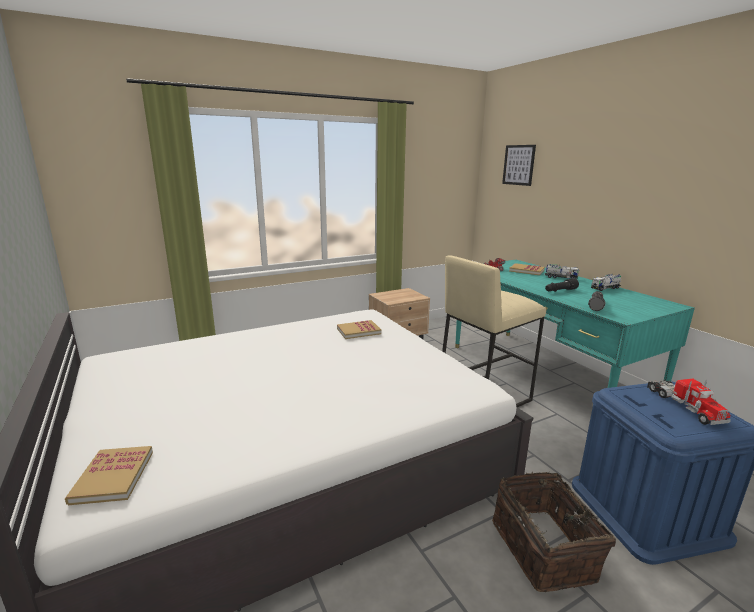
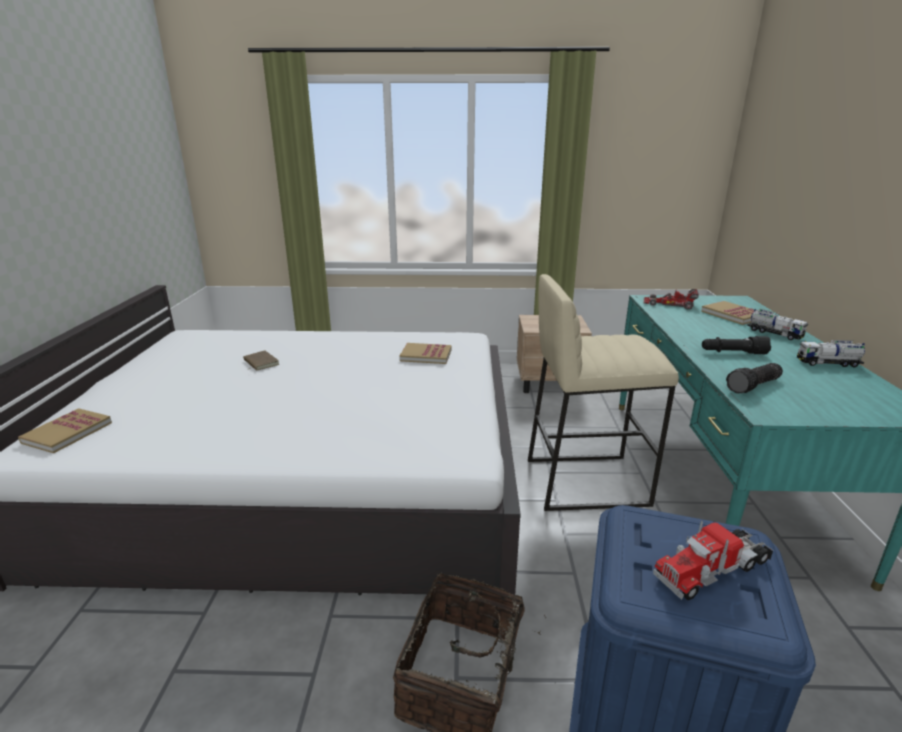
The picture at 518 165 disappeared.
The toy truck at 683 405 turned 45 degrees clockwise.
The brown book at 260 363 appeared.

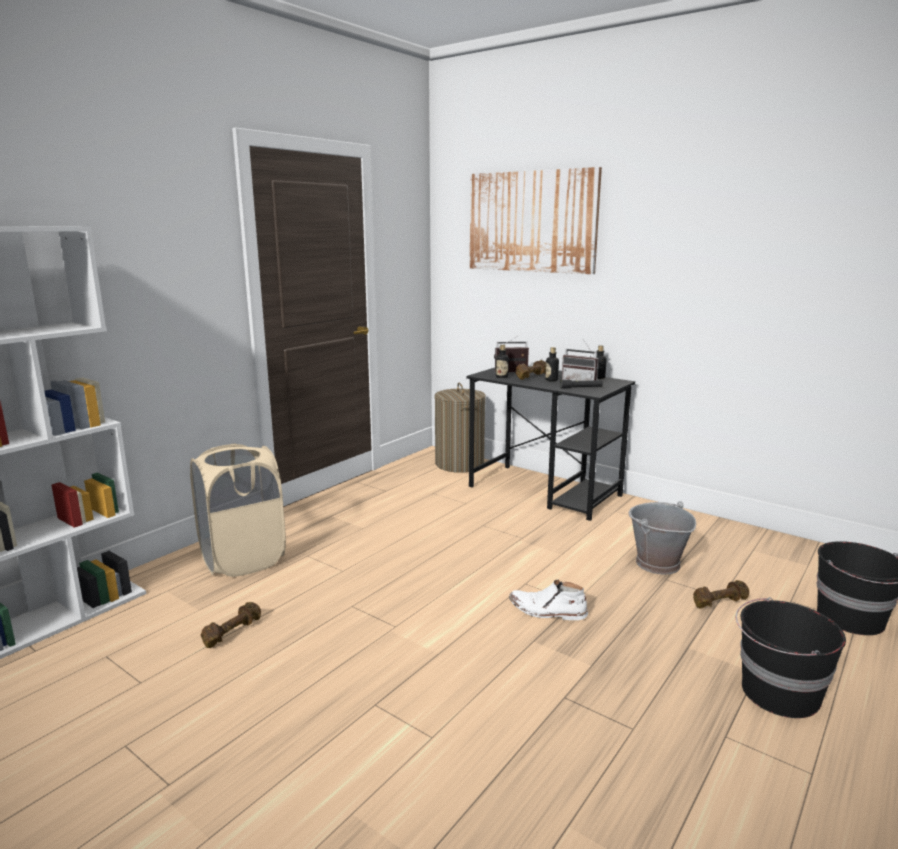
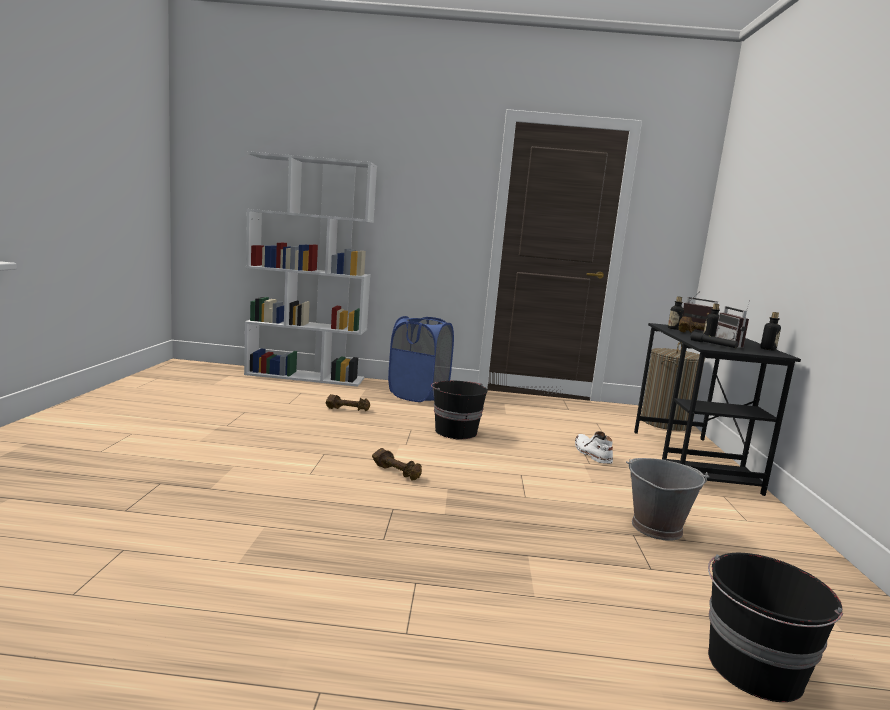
The beige laundry basket at 243 559 became the blue laundry basket at 418 395.
The picture at 531 222 disappeared.
The white boot moved from 547 611 to 591 453.
The brown dumbbell moved from 719 602 to 397 472.
The black bucket moved from 778 693 to 455 431.

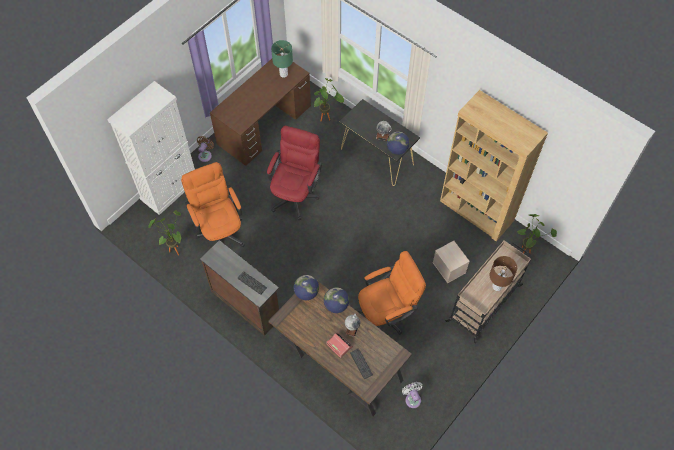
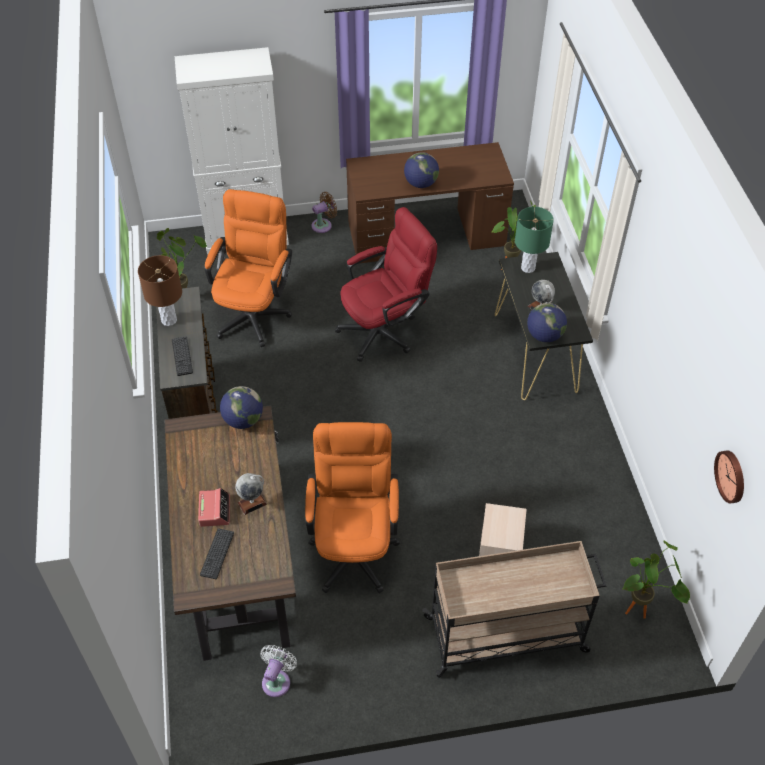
The green table lamp moved from 283 74 to 527 268.
The globe moved from 336 305 to 421 184.
The orange office chair at 386 313 turned 105 degrees counterclockwise.
The brown bookcase at 476 211 disappeared.
The brown table lamp moved from 497 286 to 169 320.
The wall clock at 731 476 appeared.

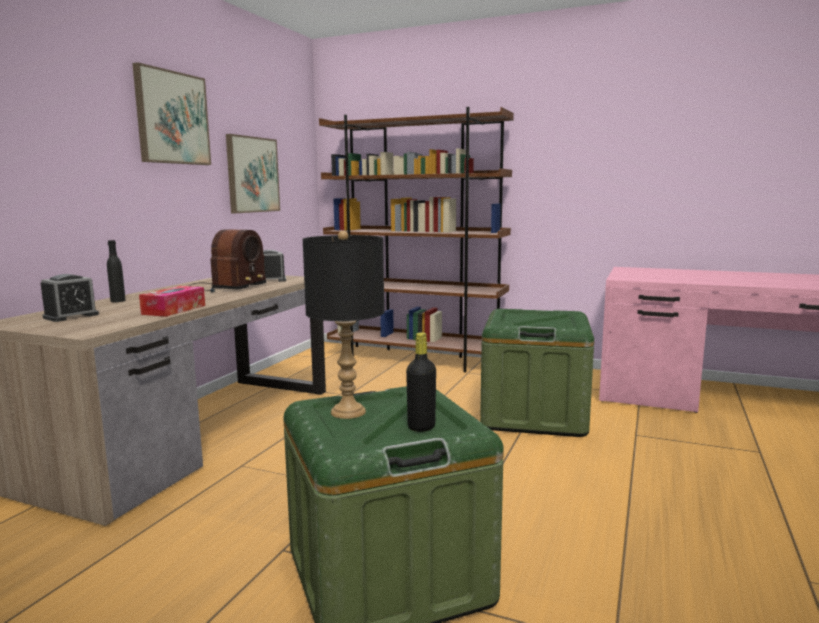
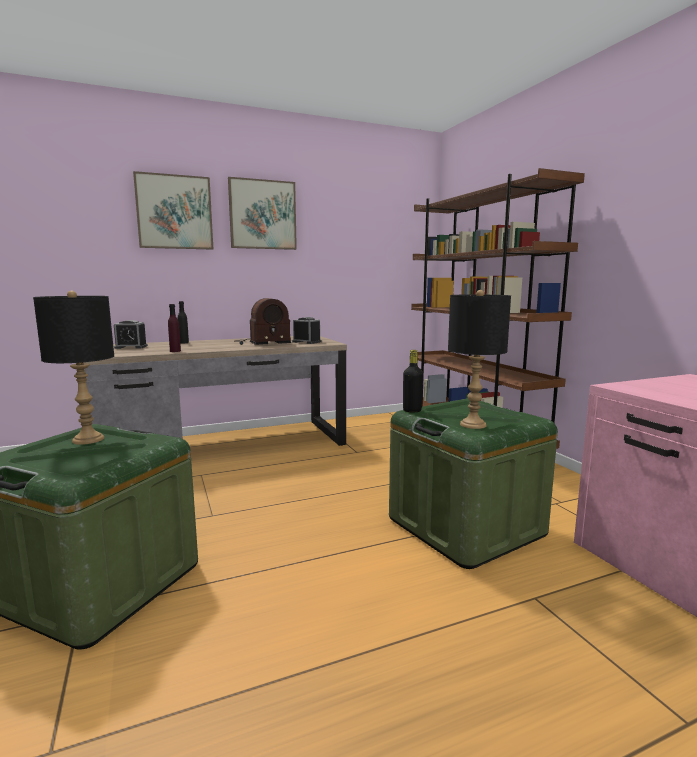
The tissue box at 174 310 was replaced by the purple bottle at 175 351.
The picture moved from 252 175 to 174 212.
The black bottle moved from 421 427 to 412 410.
The black table lamp at 472 424 appeared.

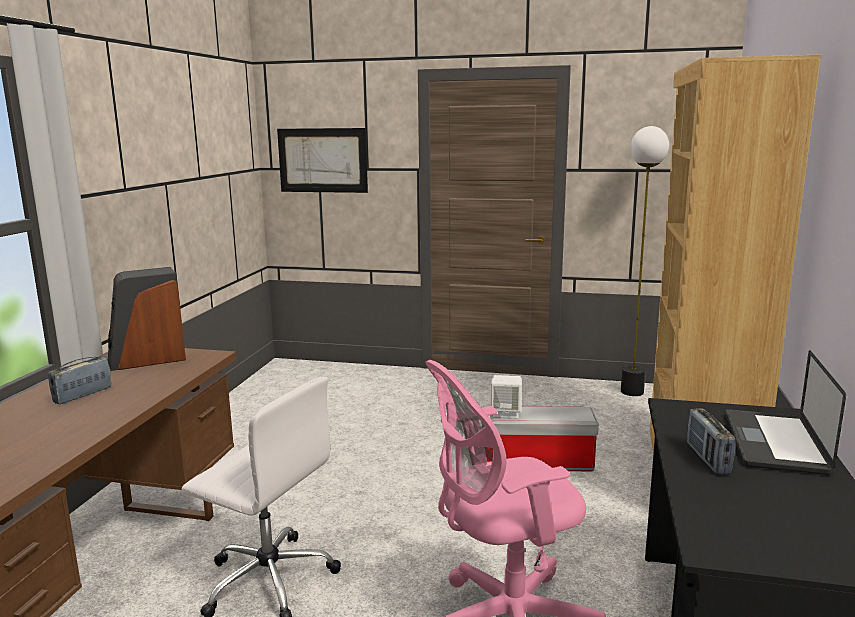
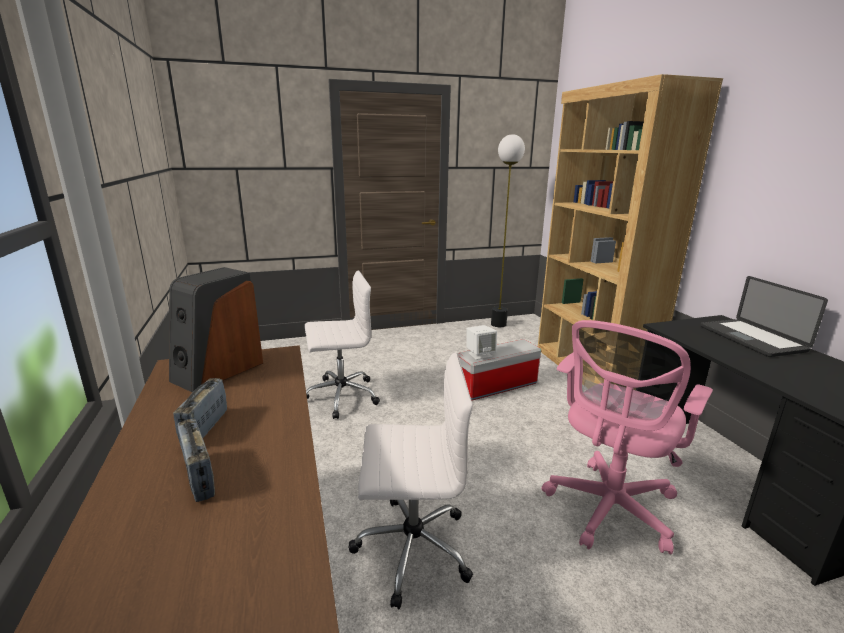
The picture at 322 160 disappeared.
The radio moved from 707 459 to 199 477.
The white office chair at 340 396 appeared.

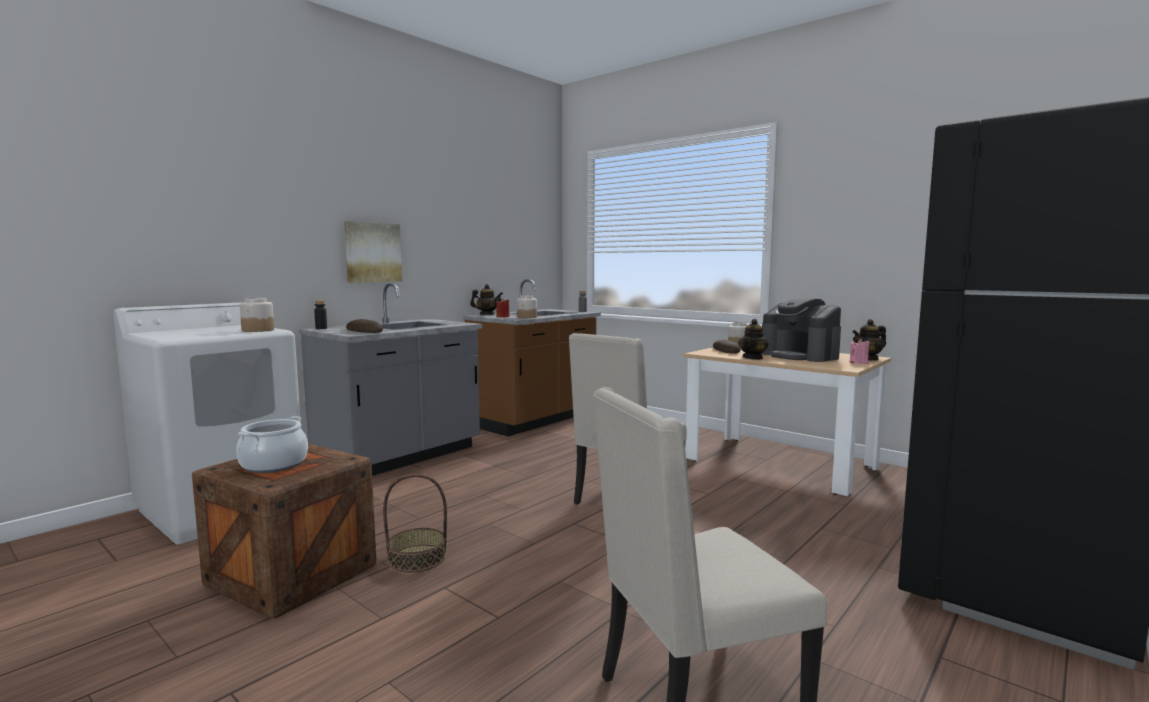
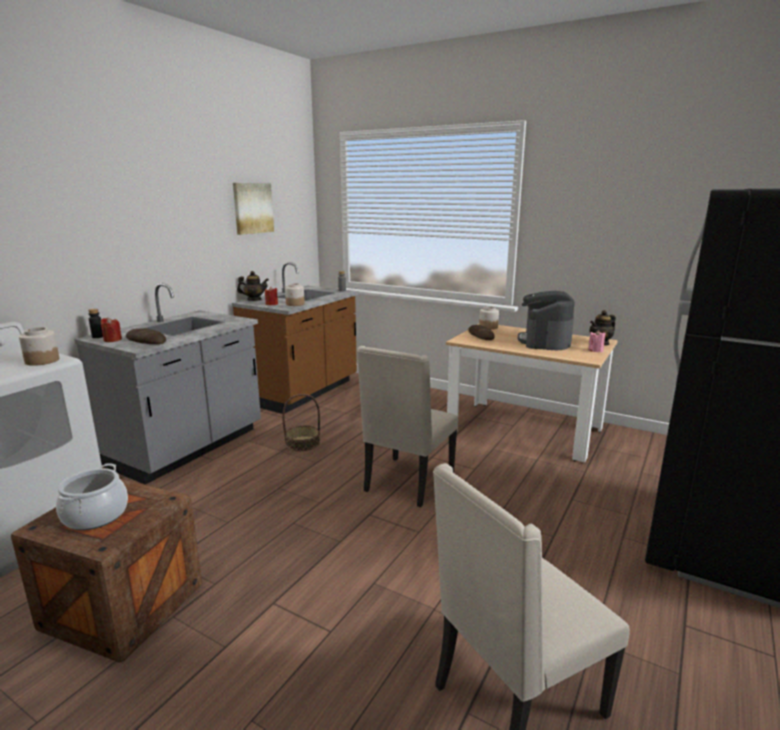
The picture moved from 372 252 to 252 208.
The basket moved from 417 558 to 302 443.
The teapot at 753 358 disappeared.
The coffee machine at 800 356 turned 60 degrees clockwise.
The red candle at 112 340 appeared.

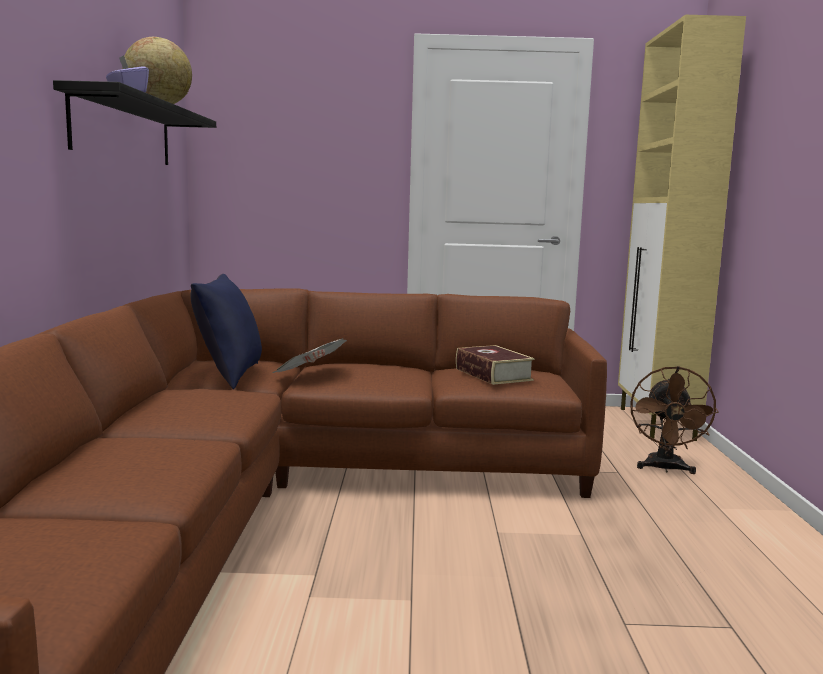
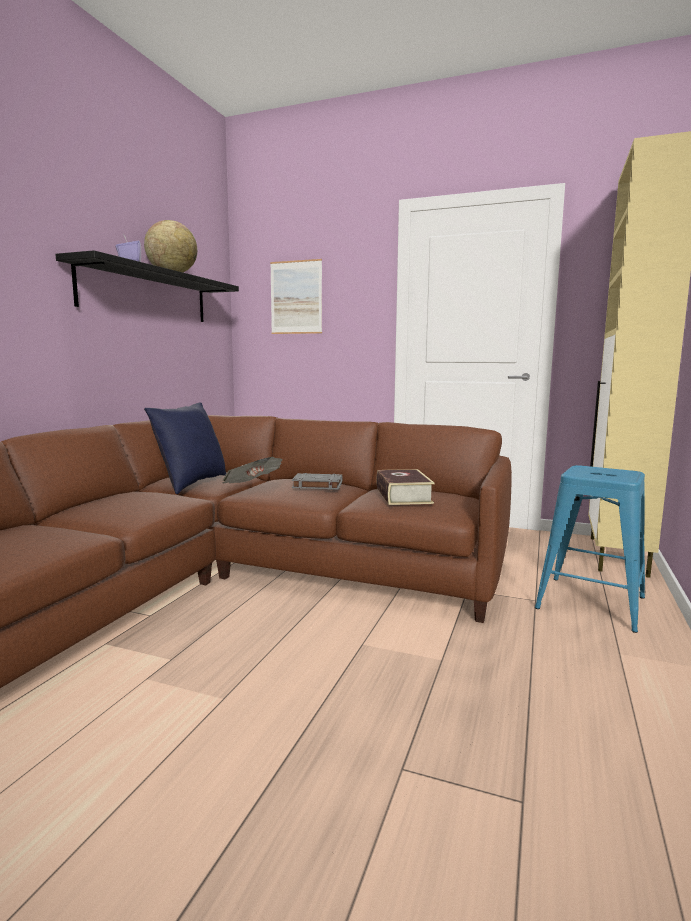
The brown fan at 665 469 was replaced by the blue stool at 590 603.
The picture at 296 297 appeared.
The grey book at 317 485 appeared.

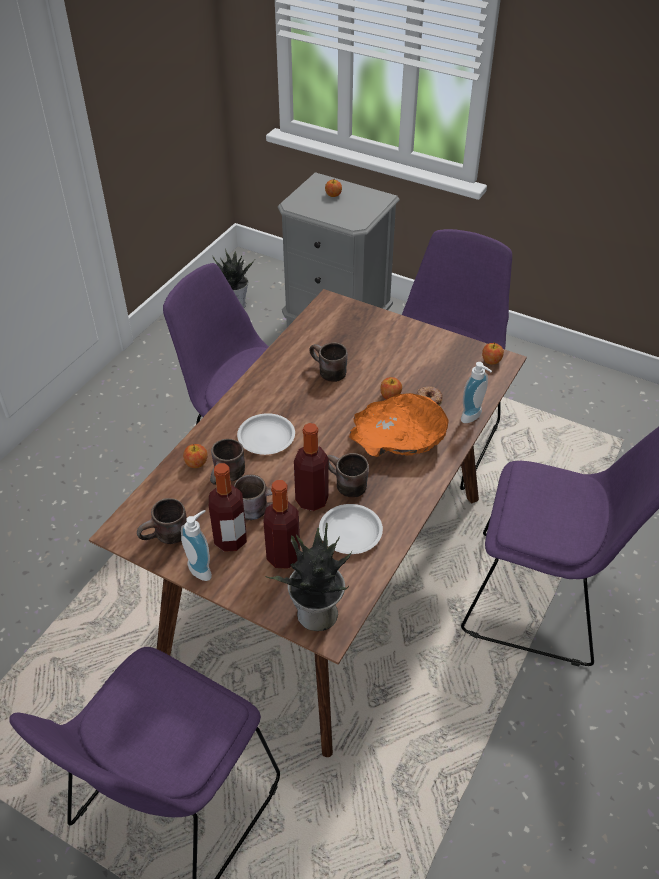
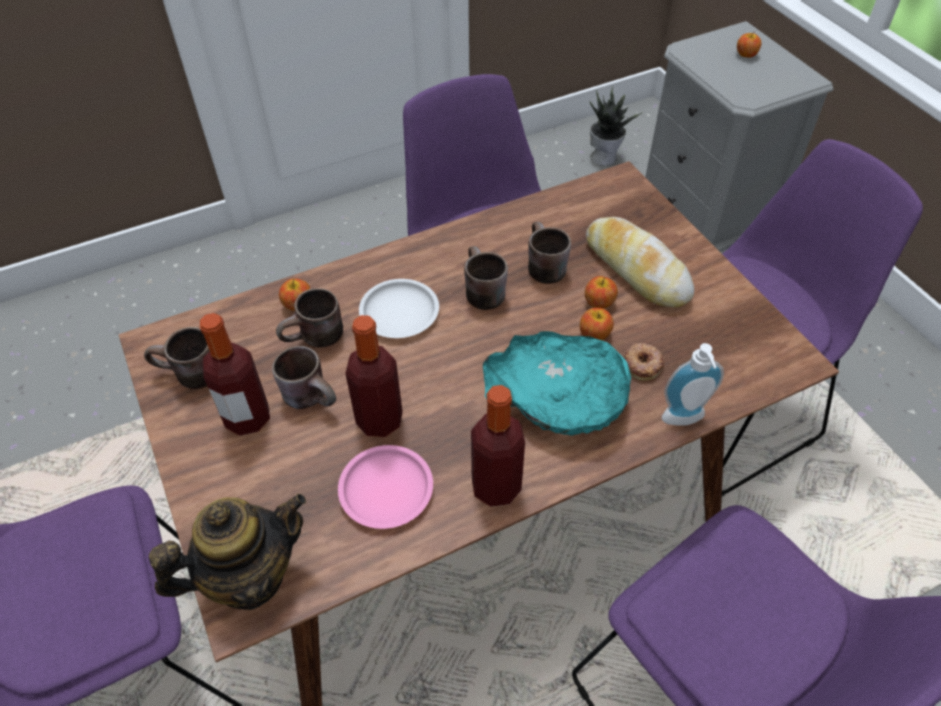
The soap dispenser at 202 568 disappeared.
The bottle moved from 283 556 to 496 486.
The potted plant at 316 615 was replaced by the teapot at 249 576.
The white plate at 350 532 became the pink plate at 385 489.
The brown mug moved from 344 485 to 479 291.
The orange bowl at 398 438 became the turquoise bowl at 556 396.
The apple moved from 491 361 to 599 303.
The bread at 636 269 appeared.

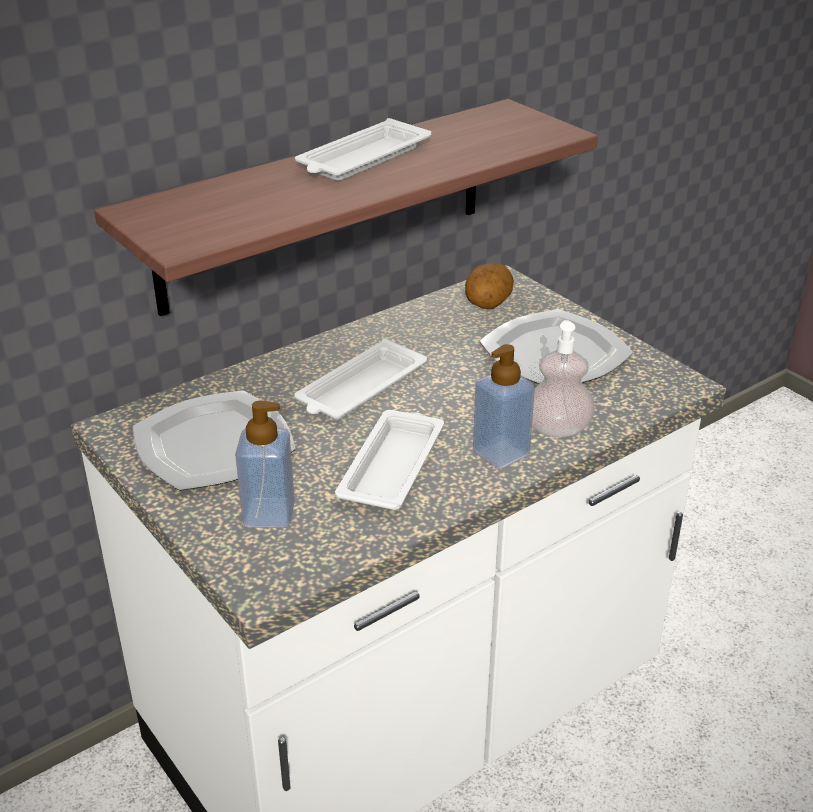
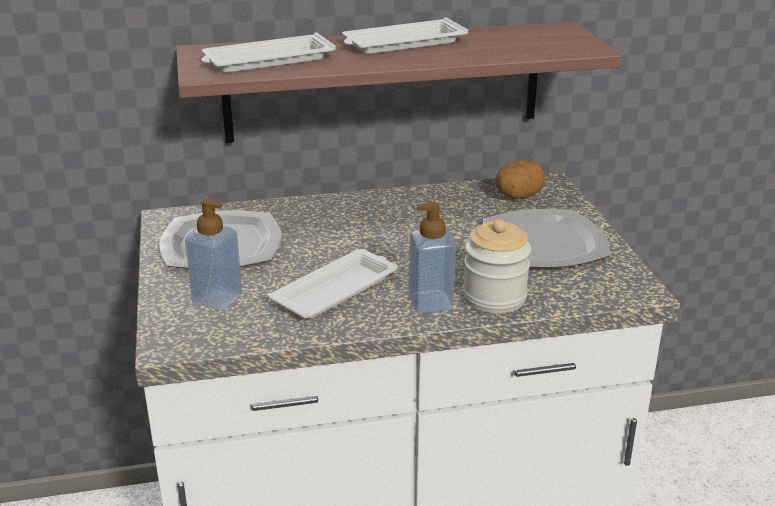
The white tray moved from 360 389 to 266 61.
The soap dispenser at 557 429 was replaced by the jar at 494 297.

